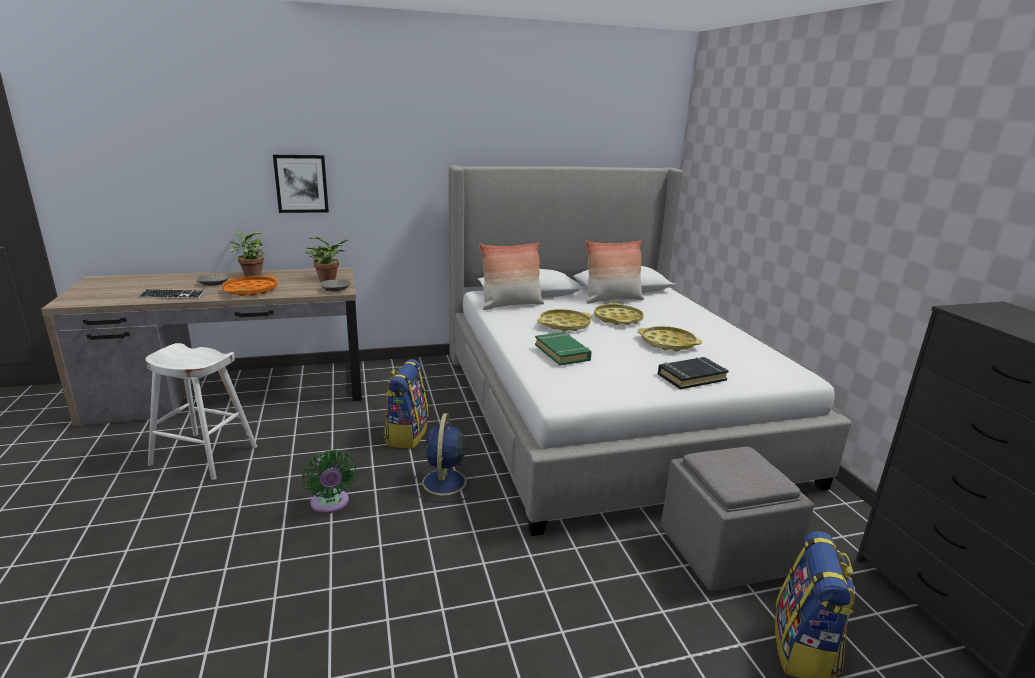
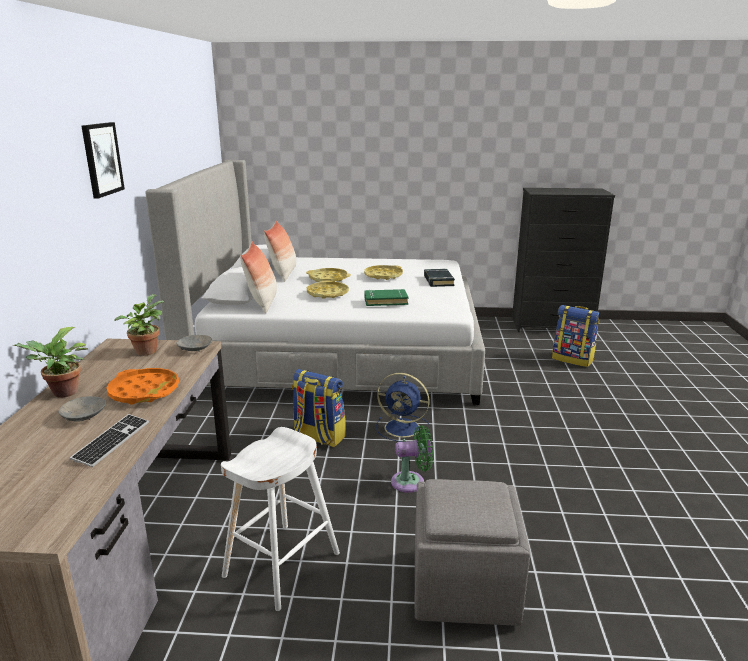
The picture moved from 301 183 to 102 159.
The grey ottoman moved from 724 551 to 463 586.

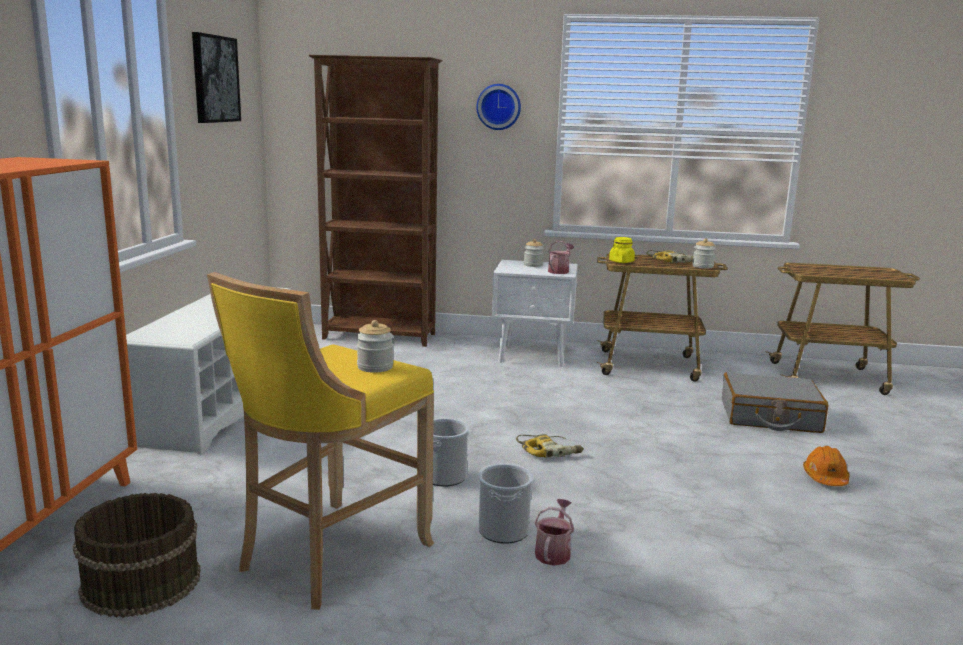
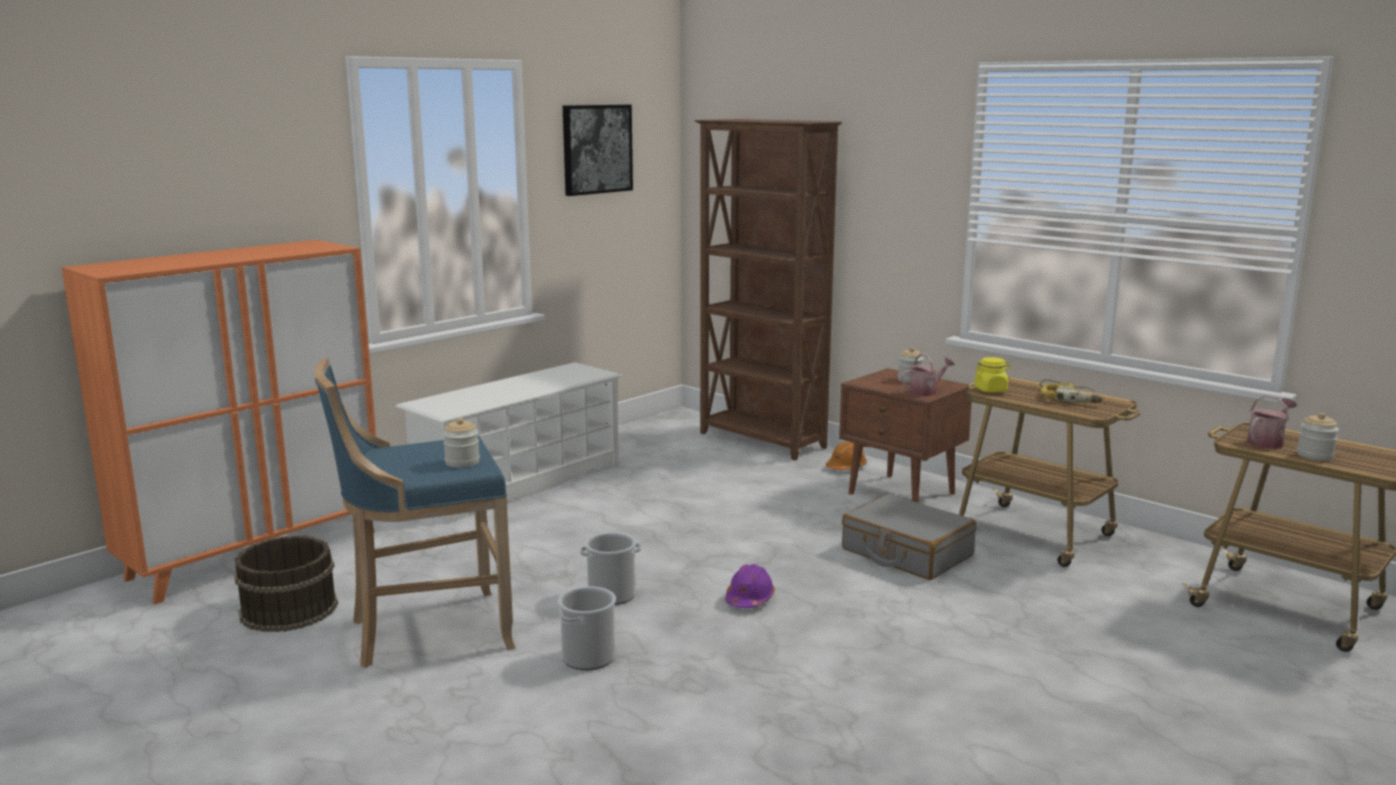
The yellow stool at 328 557 became the blue stool at 425 632.
The wall clock at 499 107 disappeared.
The white nightstand at 534 356 became the brown nightstand at 902 494.
The power drill at 549 451 was replaced by the purple hard hat at 749 599.
The watering can moved from 553 552 to 1267 442.
The jar moved from 702 266 to 1315 455.
The grey suitcase moved from 769 417 to 906 553.
The orange hard hat moved from 825 478 to 846 467.

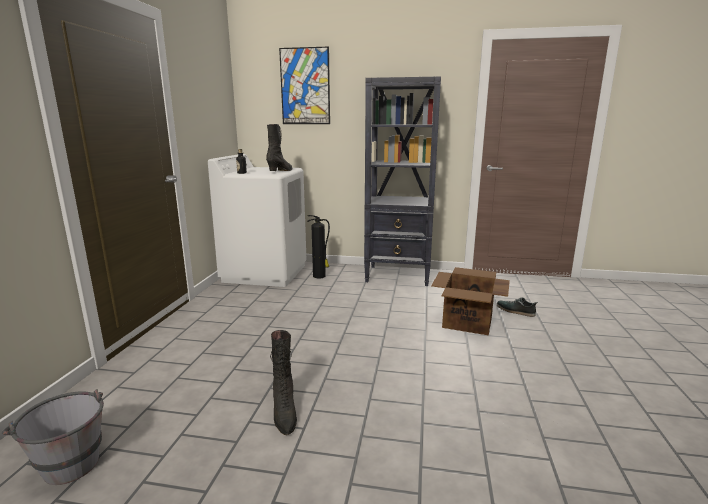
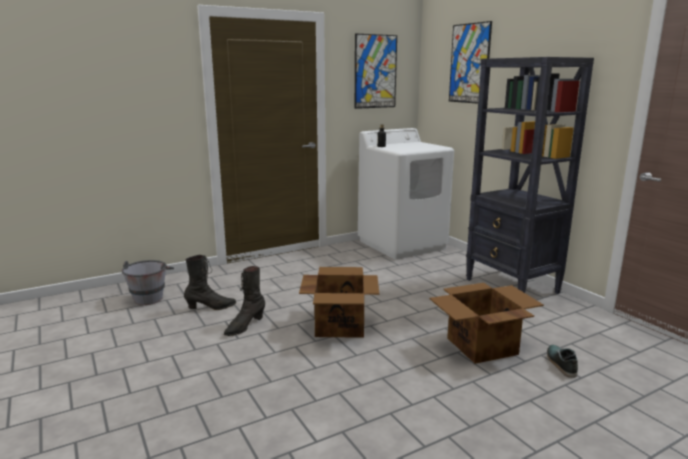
The black boot moved from 281 171 to 211 307.
The fire extinguisher at 320 276 disappeared.
The cardboard box at 340 325 appeared.
The picture at 375 71 appeared.

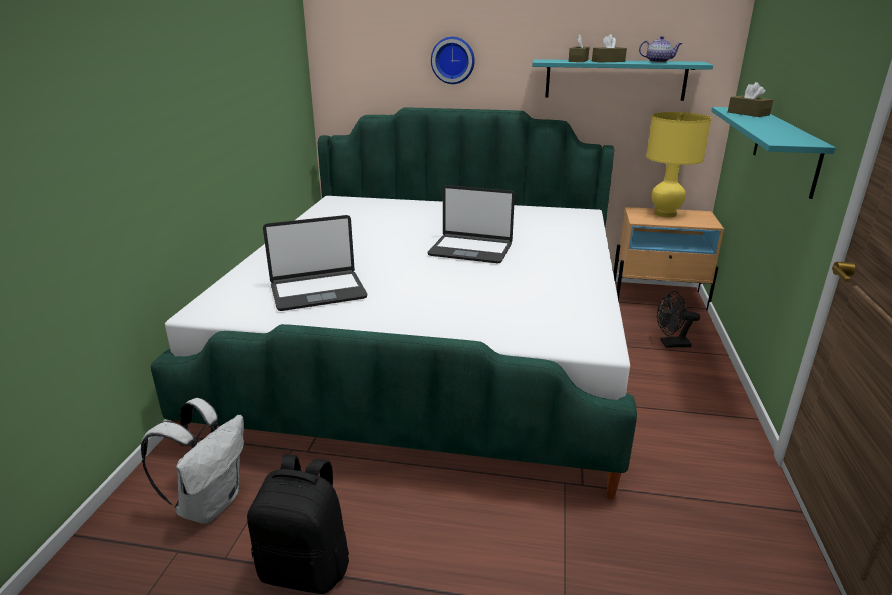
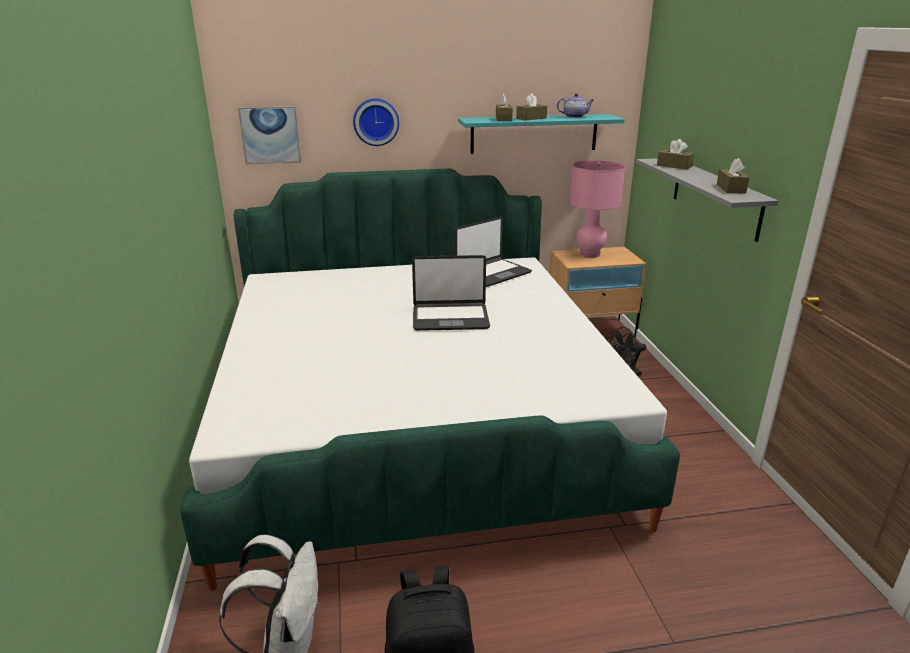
The laptop moved from 318 291 to 492 273.
The yellow table lamp at 665 214 became the pink table lamp at 590 254.
The turquoise shelf at 785 149 became the grey shelf at 715 197.
The picture at 270 135 appeared.
The brown tissue box at 731 188 appeared.

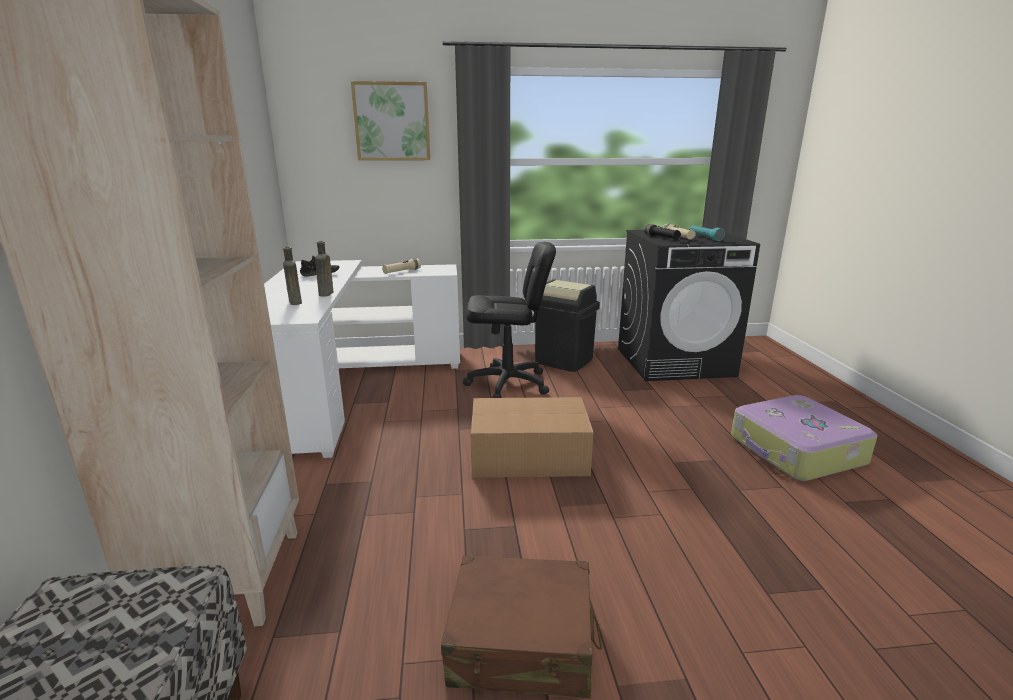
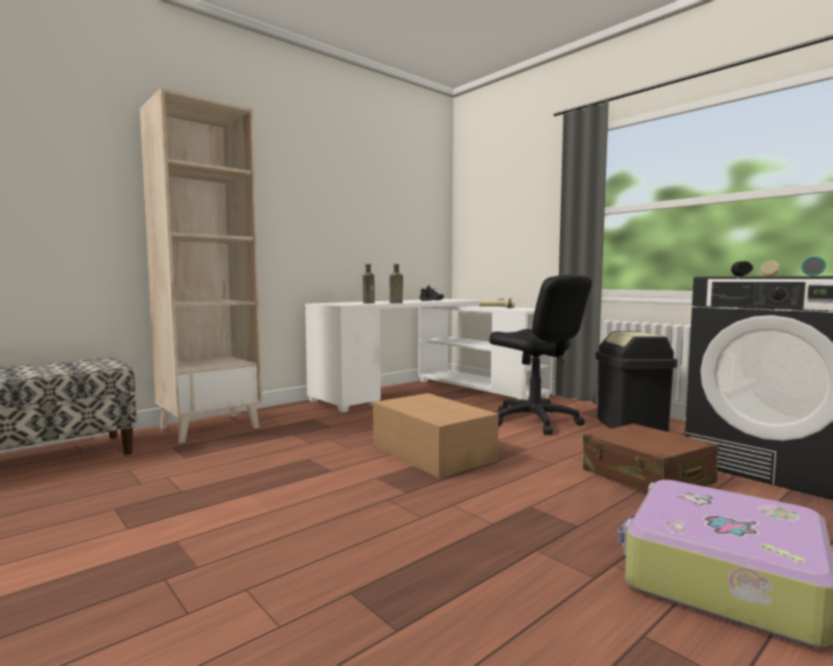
The picture at 392 122 disappeared.
The brown suitcase moved from 522 642 to 646 477.

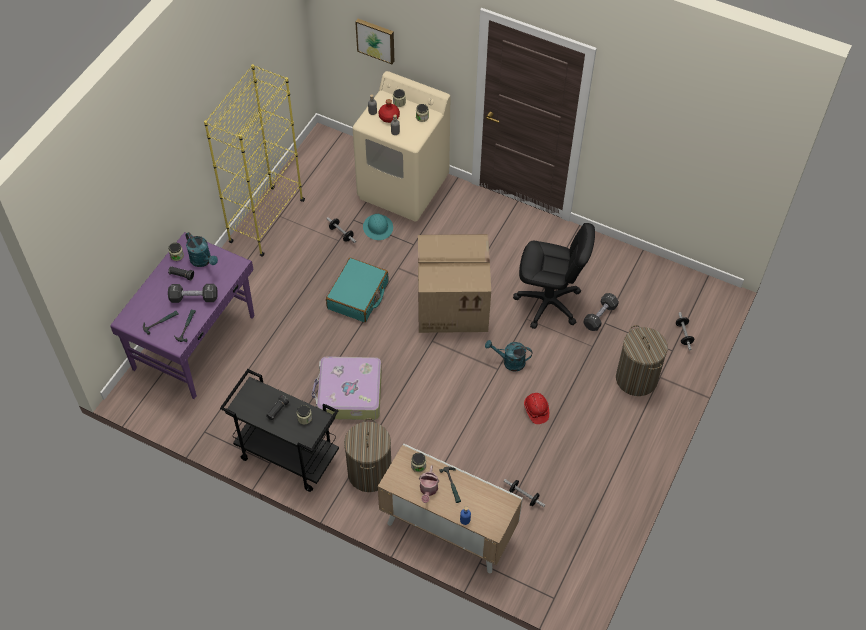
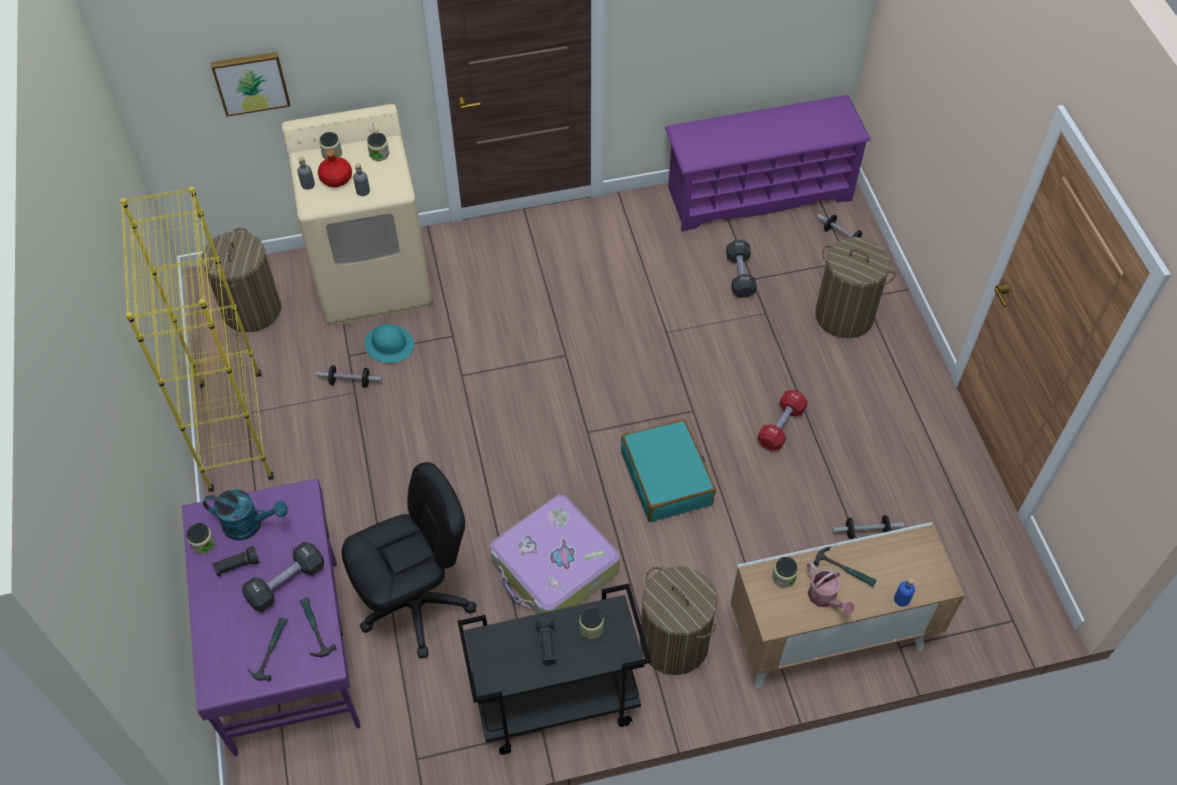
The turquoise suitcase moved from 358 296 to 667 478.
The cardboard box at 453 302 disappeared.
The turquoise watering can at 509 362 disappeared.
The black office chair moved from 548 303 to 417 604.
The red hard hat at 536 411 was replaced by the red dumbbell at 781 426.
The laundry basket at 252 310 appeared.
The purple shoe rack at 758 193 appeared.

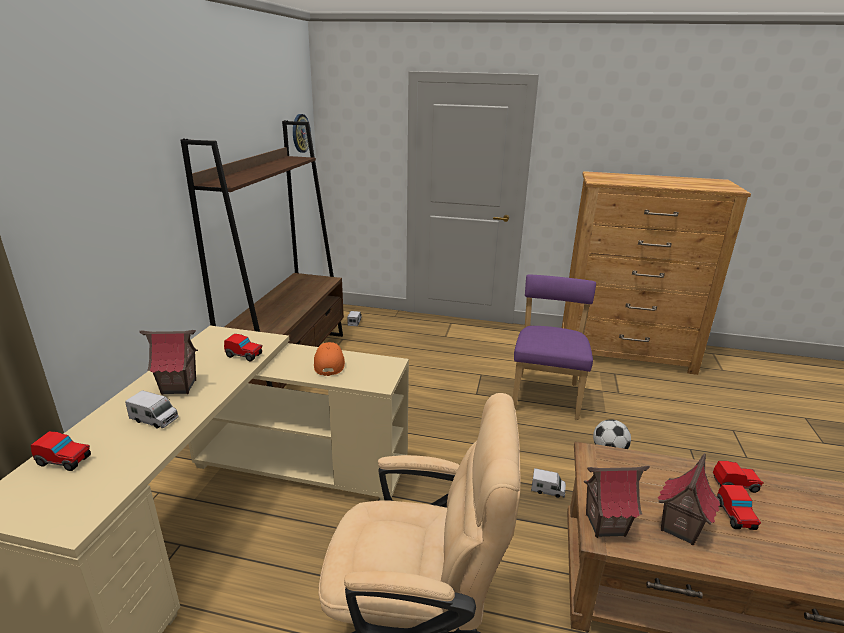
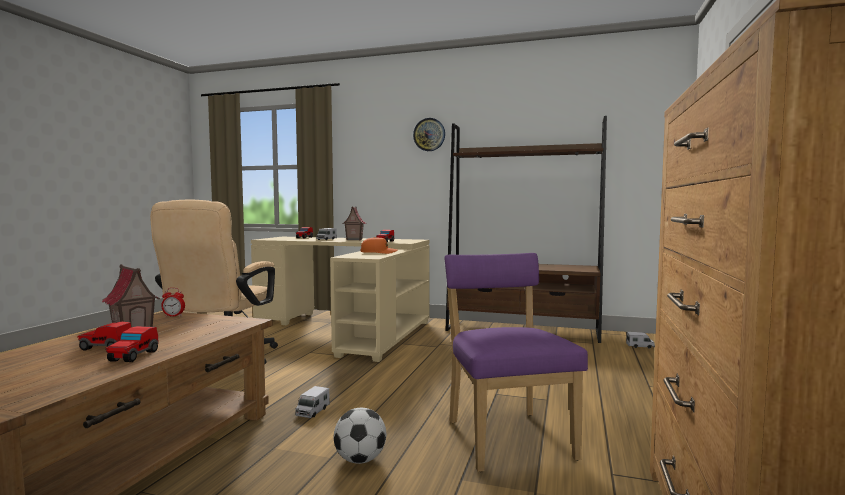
The wall clock moved from 300 133 to 429 134.
The purple chair at 546 394 turned 120 degrees counterclockwise.
The toy house at 605 524 was replaced by the alarm clock at 173 316.

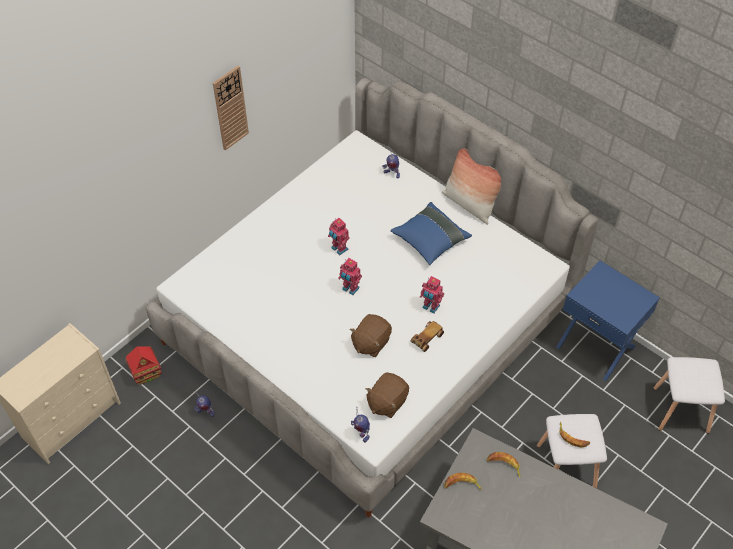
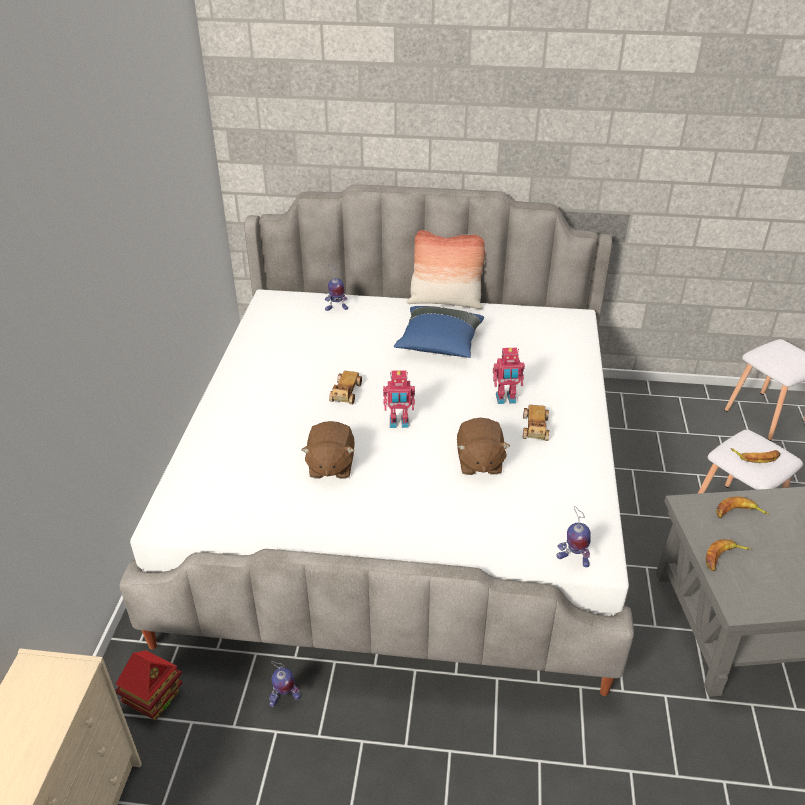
The wall clock at 230 108 disappeared.
The toy robot at 338 249 was replaced by the toy car at 345 393.
The brown plush toy moved from 387 402 to 330 466.
The blue nightstand at 596 346 disappeared.

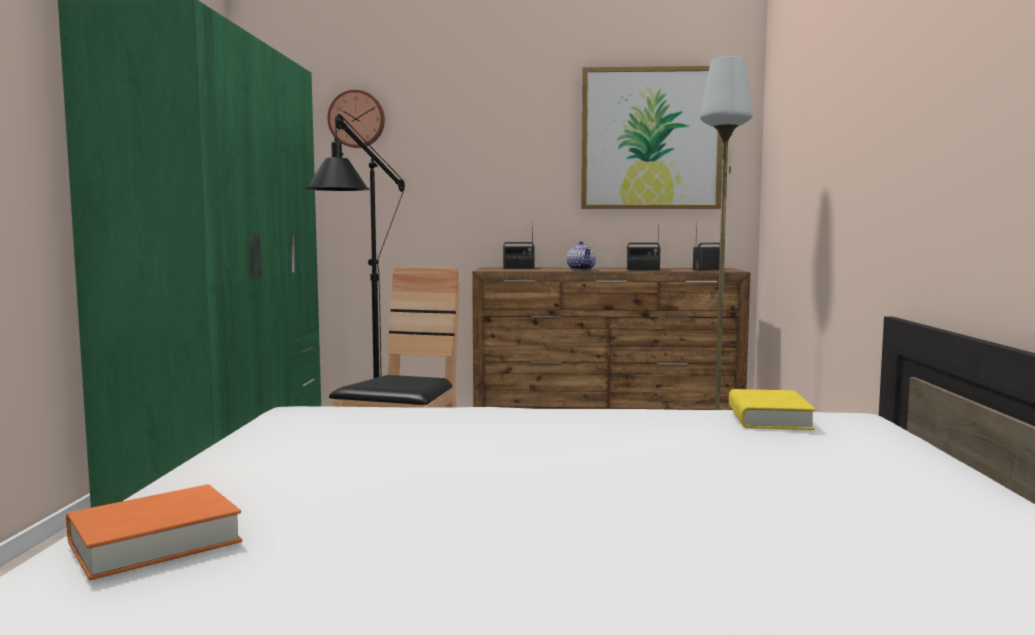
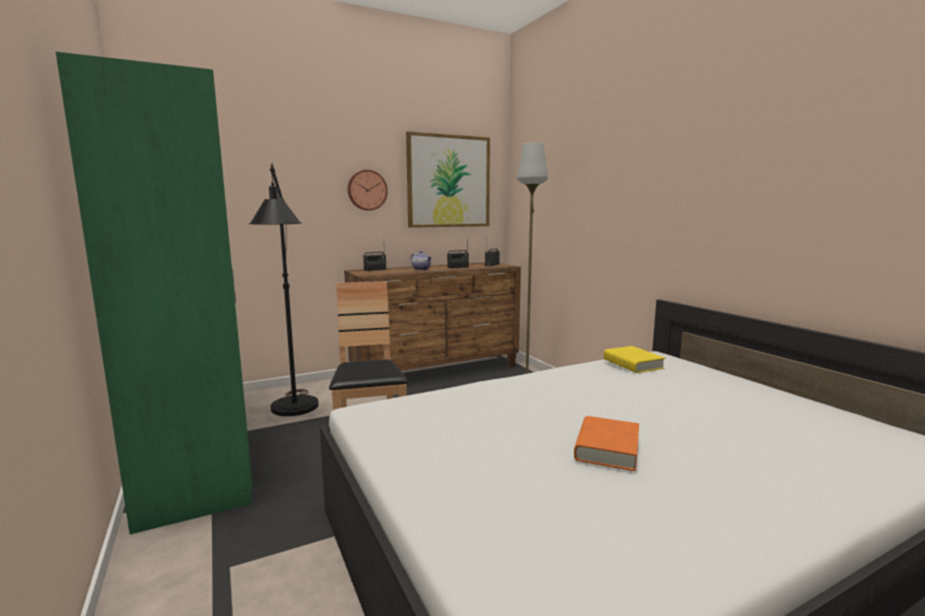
The orange book moved from 155 542 to 607 449.
The wall clock moved from 357 119 to 367 190.

